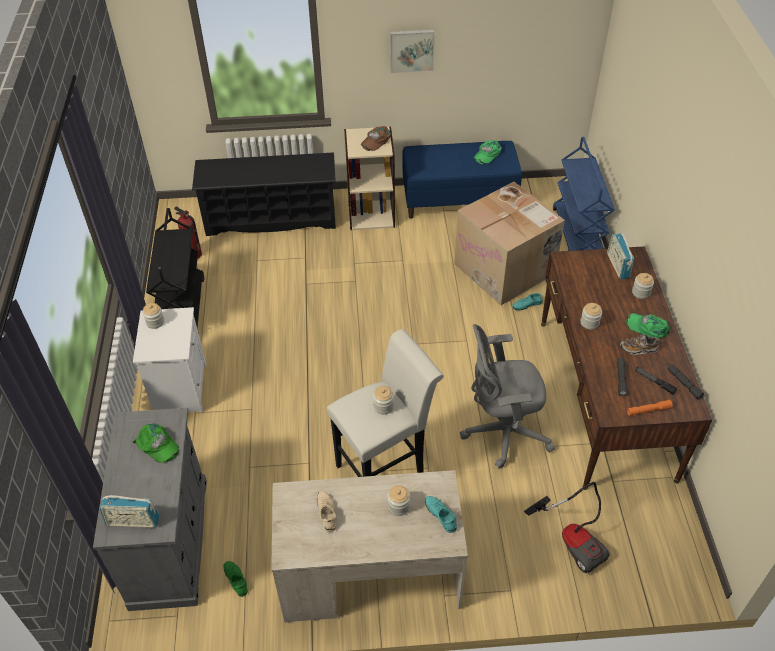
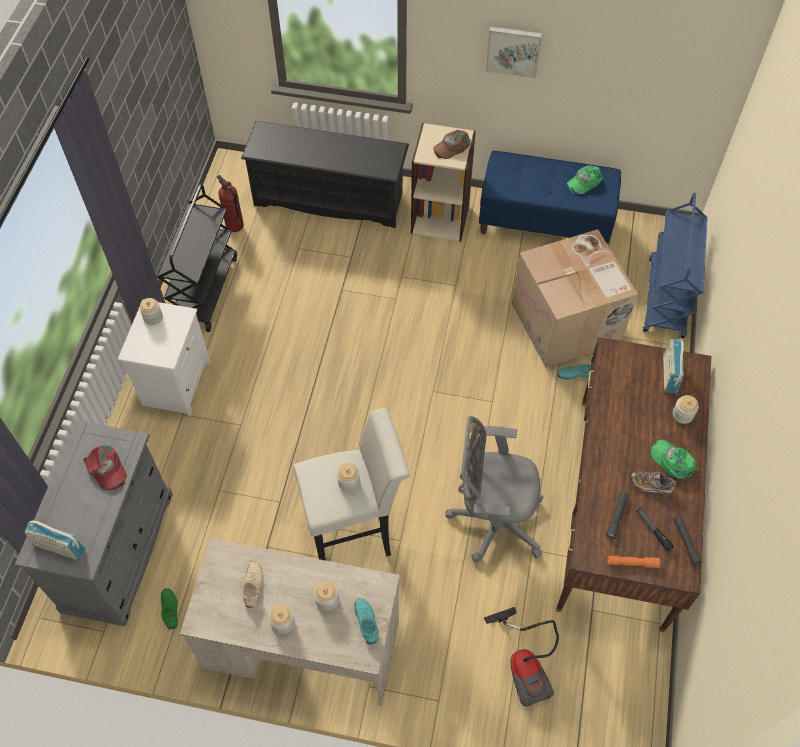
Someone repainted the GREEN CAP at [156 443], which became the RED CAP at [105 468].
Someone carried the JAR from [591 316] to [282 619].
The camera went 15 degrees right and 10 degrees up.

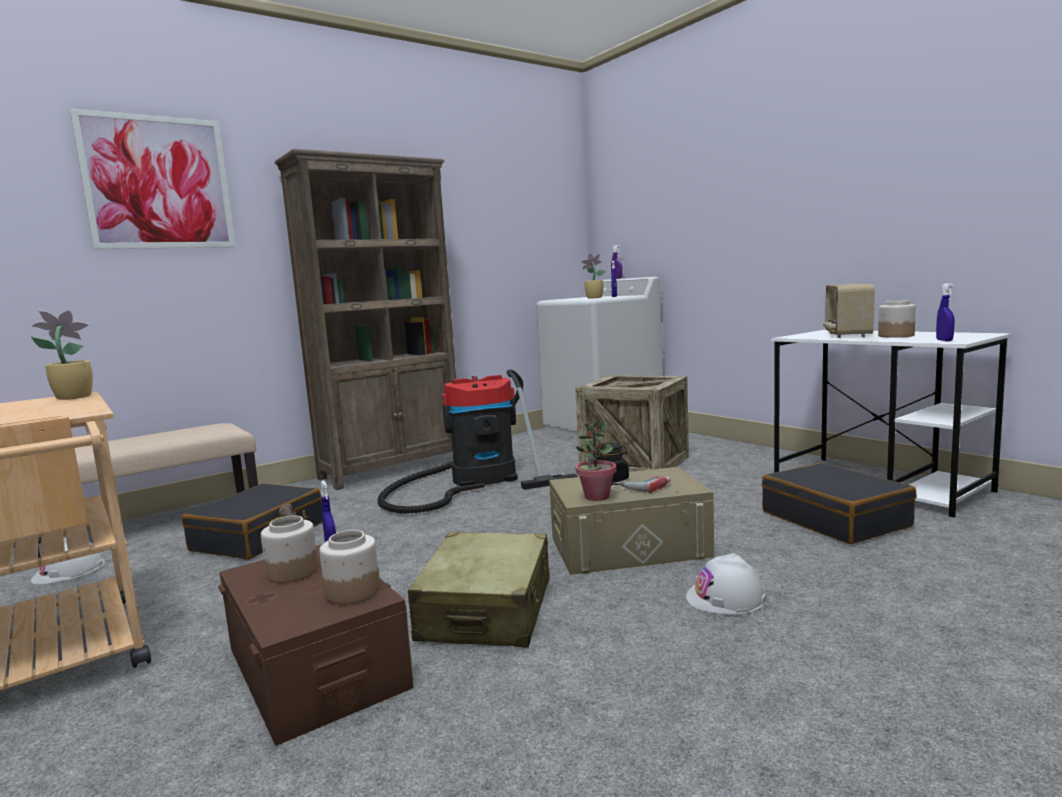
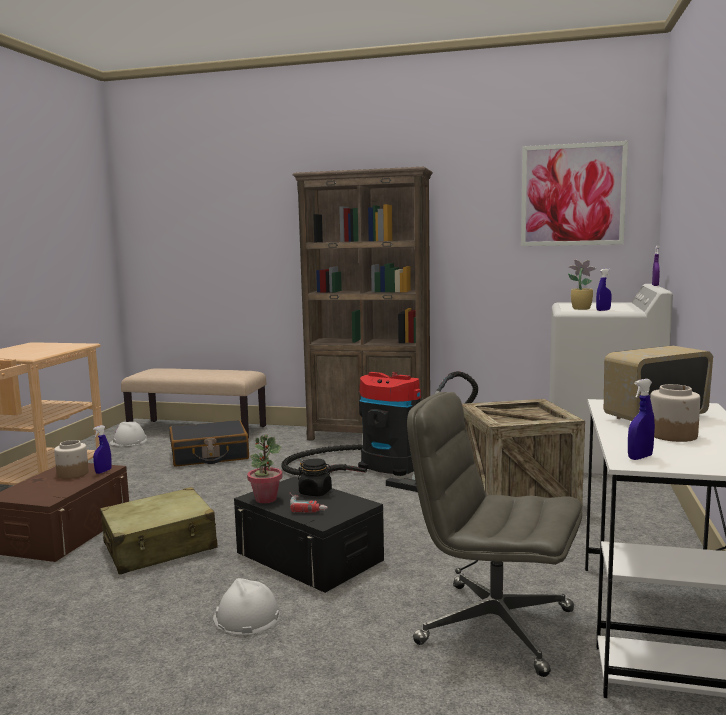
Someone took away the POTTED PLANT at [62 355].
Someone carried the PICTURE from [153 178] to [574 193].
Someone took away the JAR at [350 567].
Someone repainted the BEIGE STORAGE BOX at [631 521], which became the BLACK STORAGE BOX at [309 535].
Someone swapped the BLACK SUITCASE at [839 503] for the GREY OFFICE CHAIR at [494 534].
The camera went 50 degrees right and 0 degrees up.

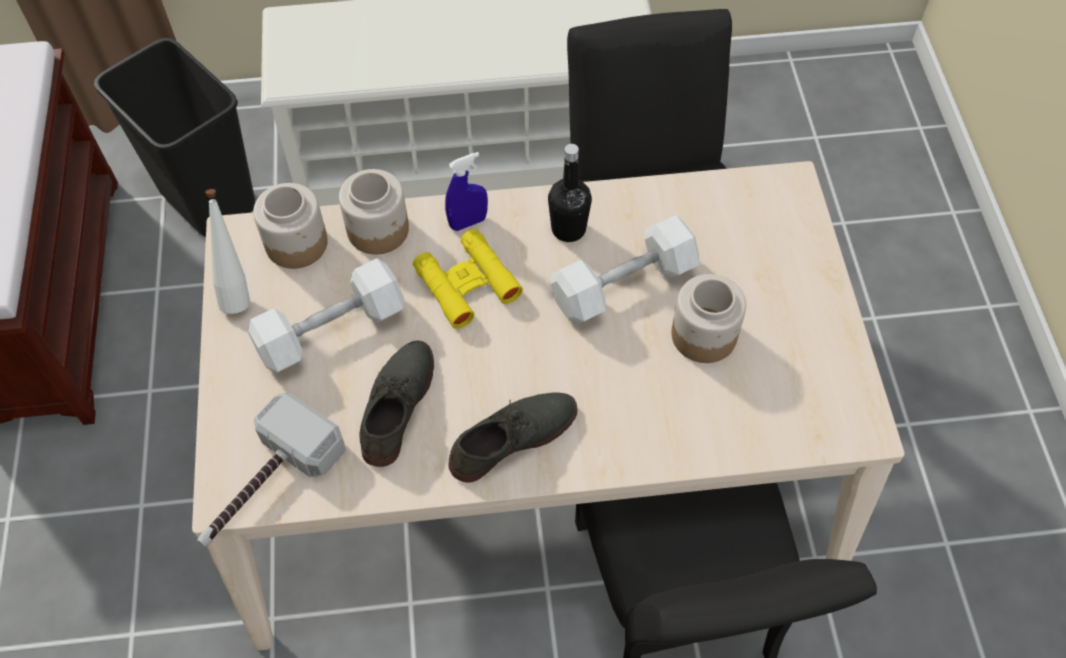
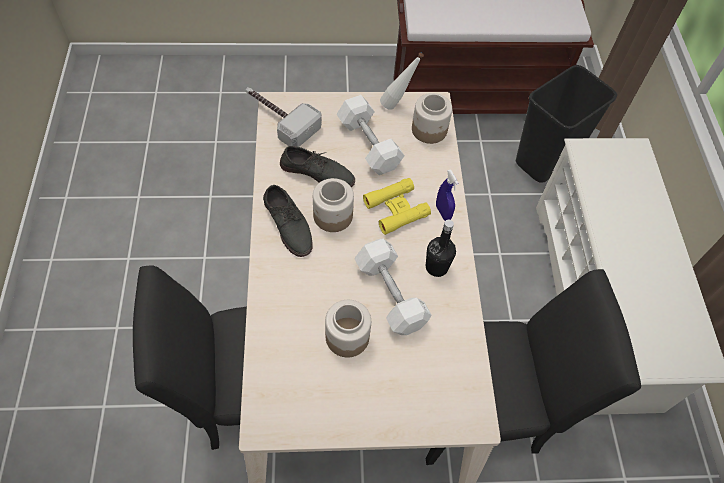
Someone carried the JAR from [374 212] to [333 205].
The camera went 90 degrees right and 0 degrees up.

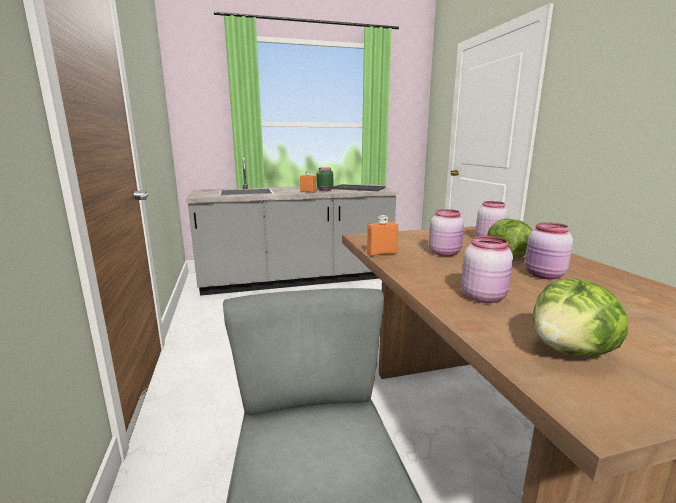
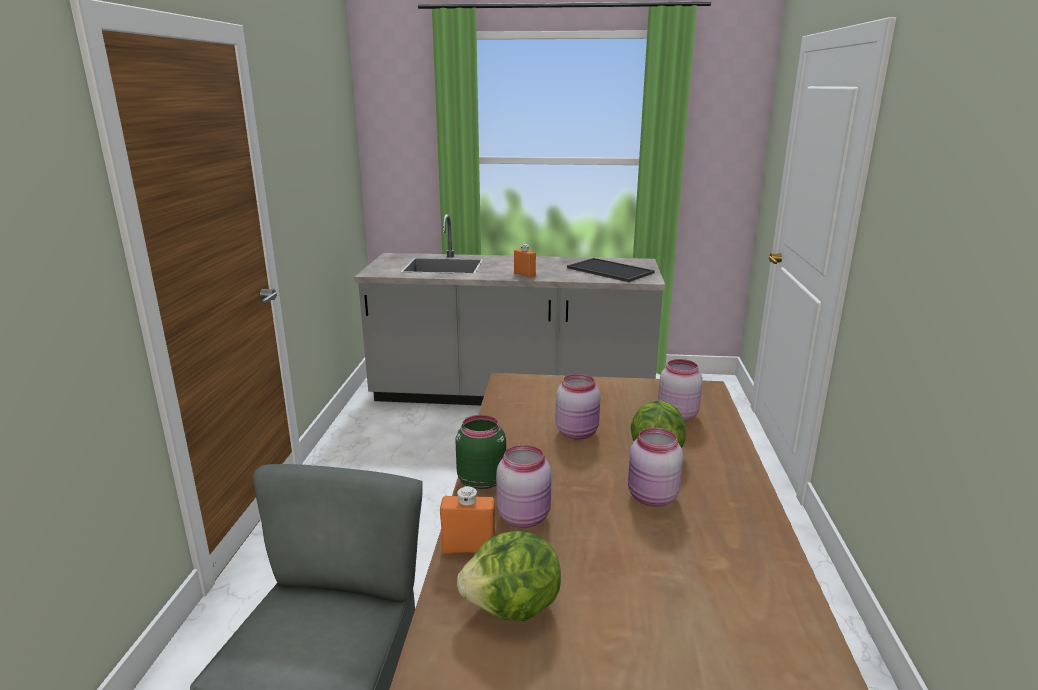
Someone carried the GREEN JAR from [325 179] to [480 452].
Someone carried the ORANGE BOTTLE from [382 235] to [467 520].
The camera went 20 degrees right and 5 degrees up.

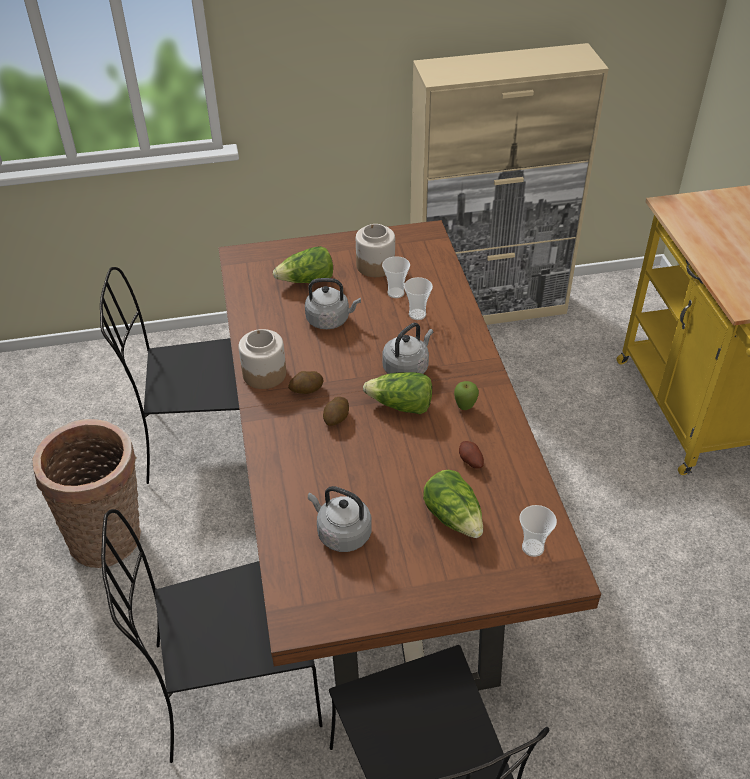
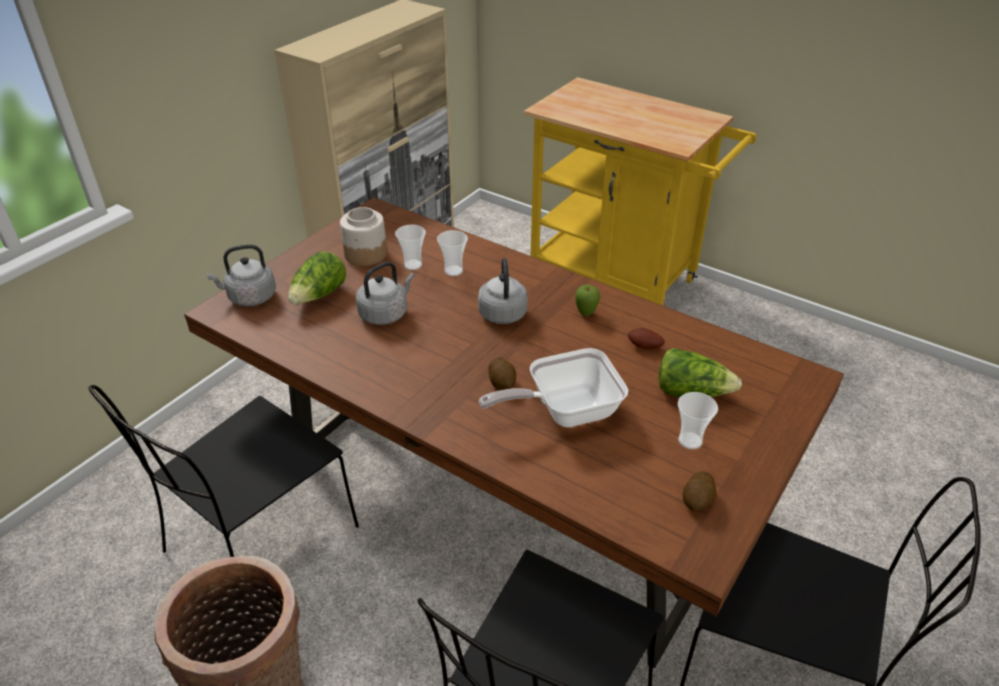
Someone took away the JAR at [262 359].
Someone carried the POTATO from [305 382] to [699 492].
Someone carried the GREY KETTLE from [340 519] to [241 275].
Someone took away the LETTUCE at [397 393].
Someone carried the CUP from [538 531] to [698 420].
Someone put down the FRYING PAN at [553 387].
The camera went 45 degrees left and 5 degrees down.

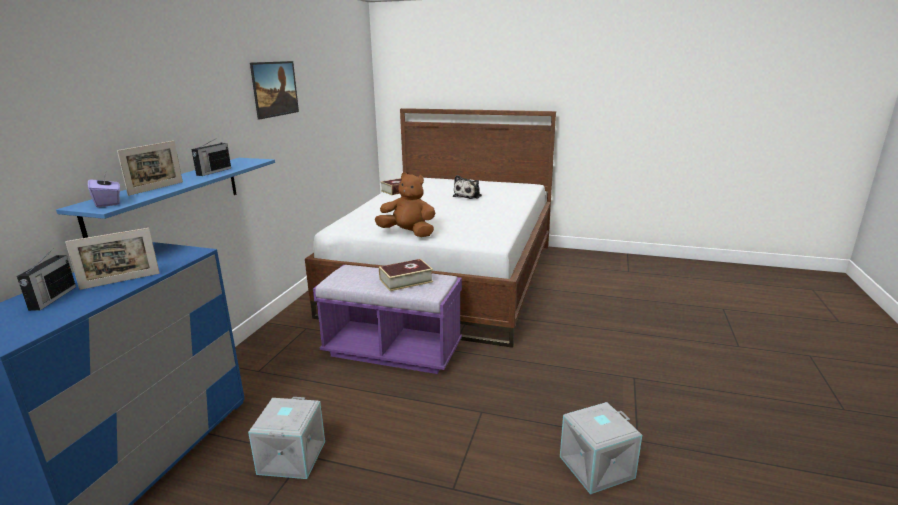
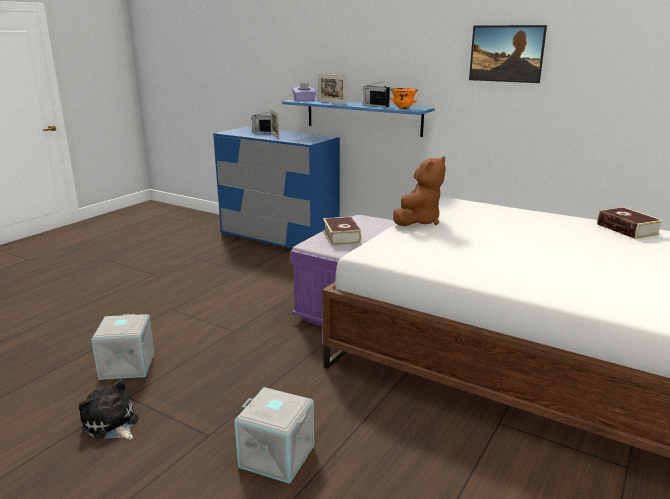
Someone carried the GREY STORAGE BOX from [286 438] to [274 435].
Someone carried the PLUSH TOY from [467 187] to [108 409].
Someone put down the ORANGE BOWL at [404 98].
The camera went 105 degrees right and 0 degrees up.

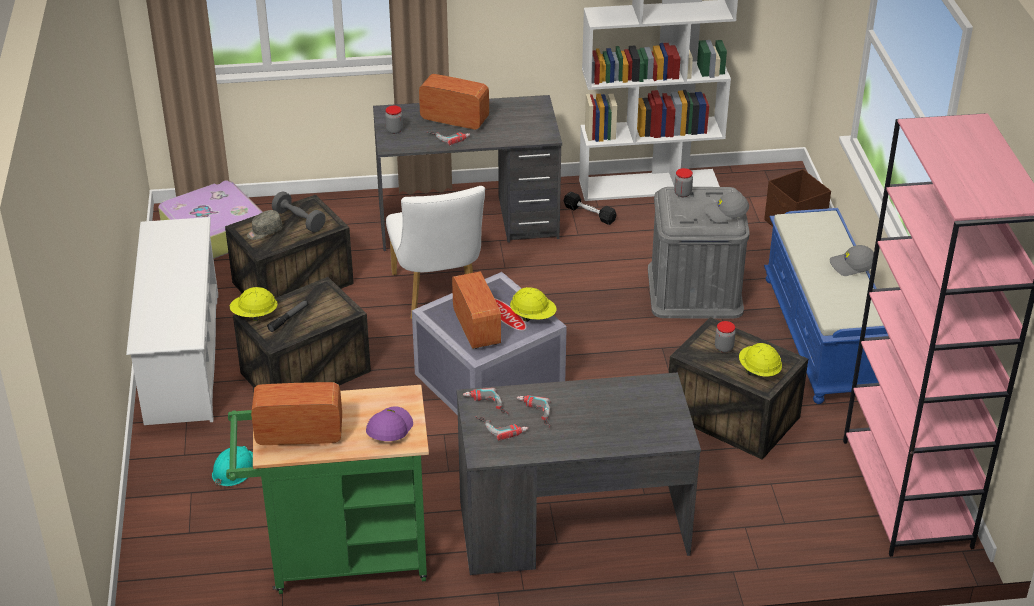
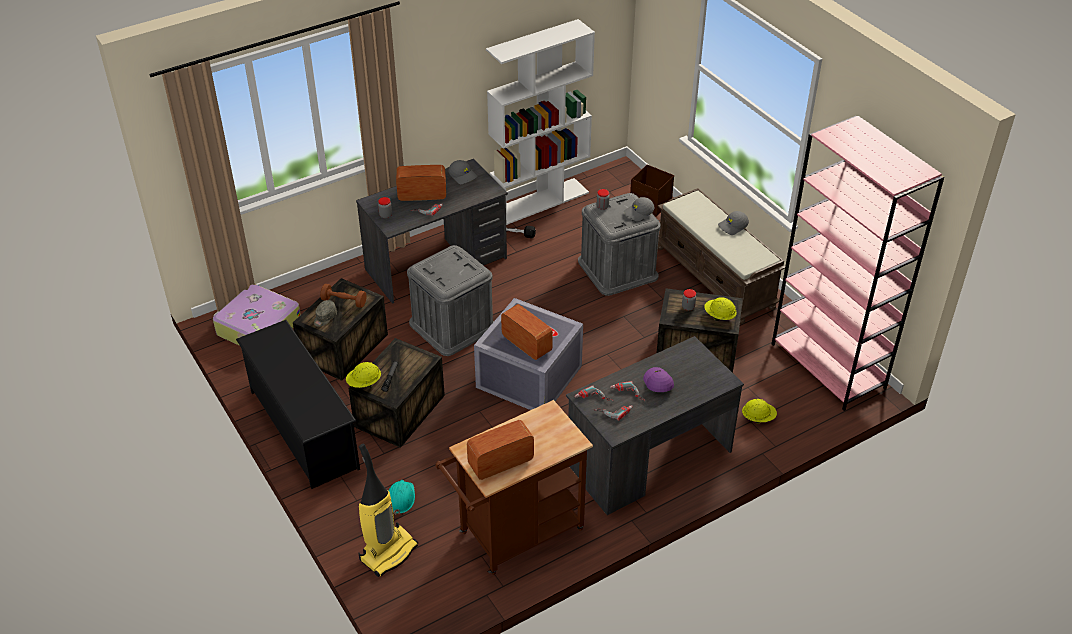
Someone repainted the WHITE SHOE RACK at [172 321], which became the BLACK SHOE RACK at [298 404].
Someone repainted the GREEN CART at [327 489], which became the BROWN CART at [514 487].
Someone repainted the GREY DUMBBELL at [299 211], which became the BROWN DUMBBELL at [343 296].
Someone carried the PURPLE CAP from [389 423] to [658 379].
Someone swapped the WHITE CHAIR at [435 252] for the GREY STORAGE BOX at [450 300].
Someone carried the YELLOW HARD HAT from [533 304] to [759 411].
Someone repainted the BLUE BENCH at [826 306], which became the BROWN BENCH at [721 256].
Someone put down the VACUUM CLEANER at [388 510].
Someone put down the GREY CAP at [463 172].
The camera went 25 degrees left and 5 degrees up.

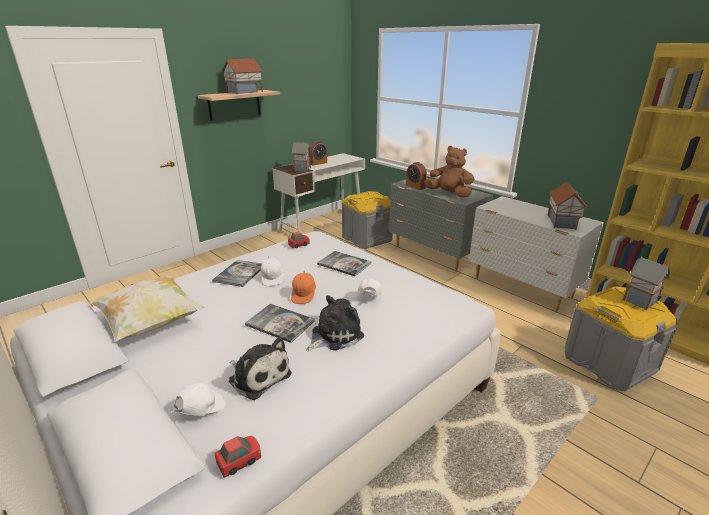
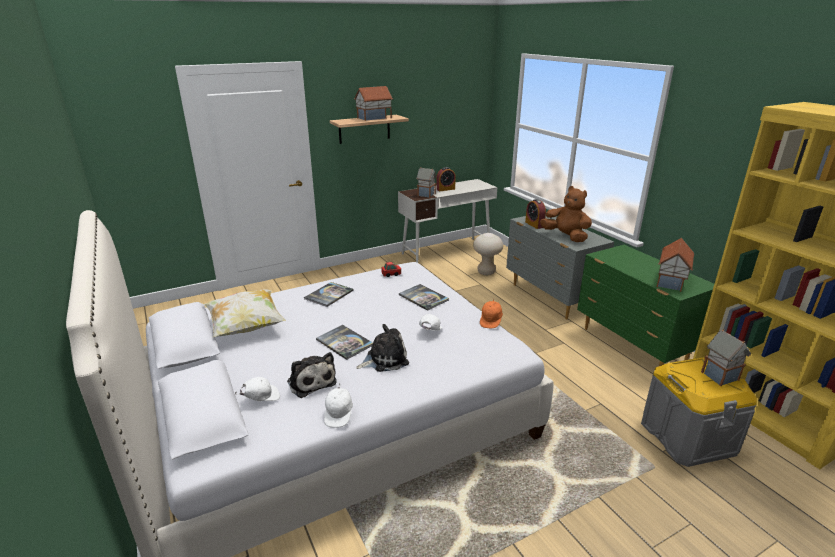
Someone took away the TOY CAR at [238 457].
Someone carried the WHITE CAP from [272 272] to [338 405].
Someone carried the ORANGE CAP from [303 287] to [491 313].
Someone swapped the GREY STORAGE BOX at [367 220] for the BEIGE STOOL at [488 254].
Someone repainted the WHITE DRESSER at [536 253], which became the GREEN DRESSER at [645 305].
The camera went 15 degrees right and 0 degrees up.

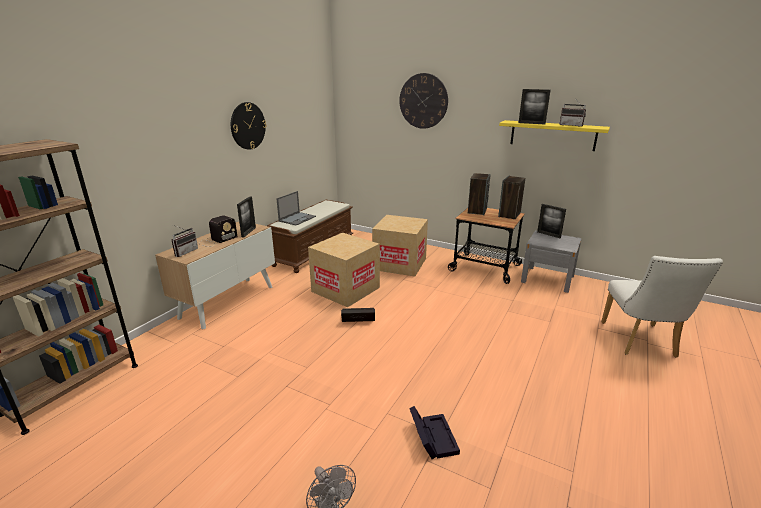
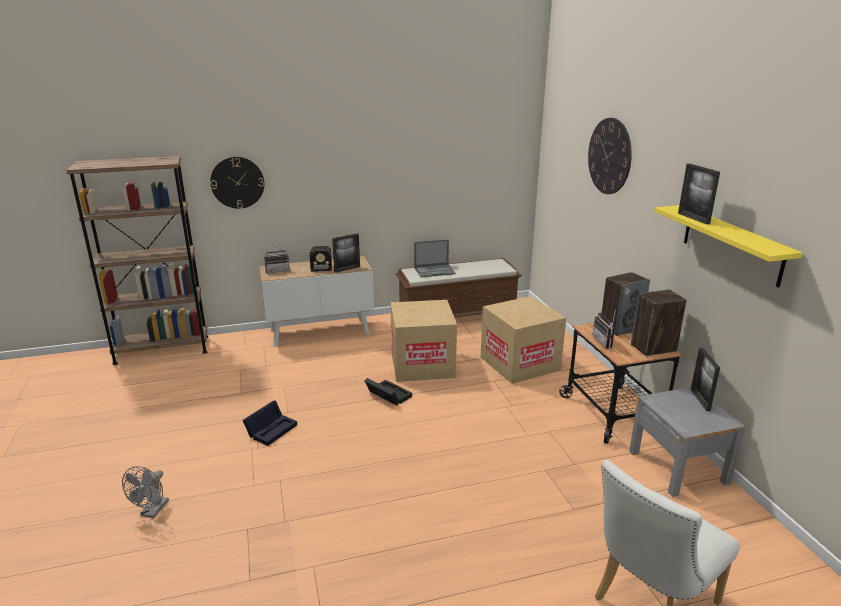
Someone carried the WALL CLOCK from [248 126] to [237 183].
Someone carried the BLACK STORAGE BOX from [434 432] to [270 423].
Someone carried the RADIO from [572 112] to [604 329].
The camera went 45 degrees right and 0 degrees up.

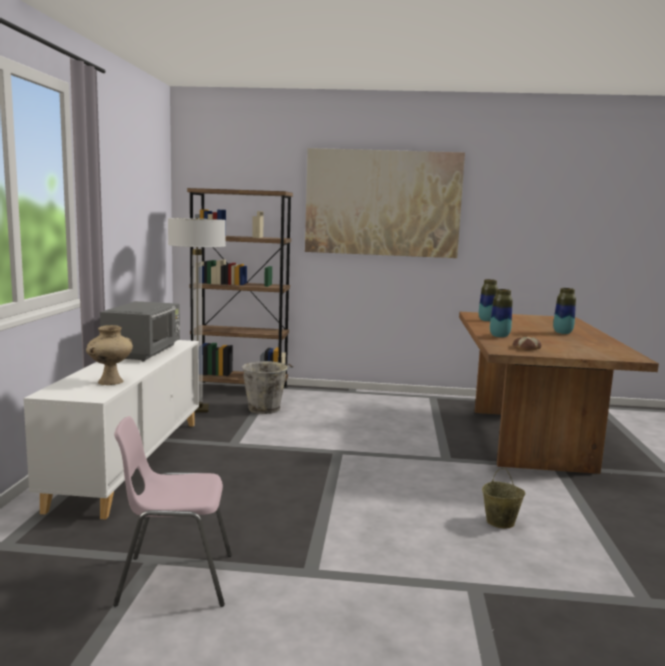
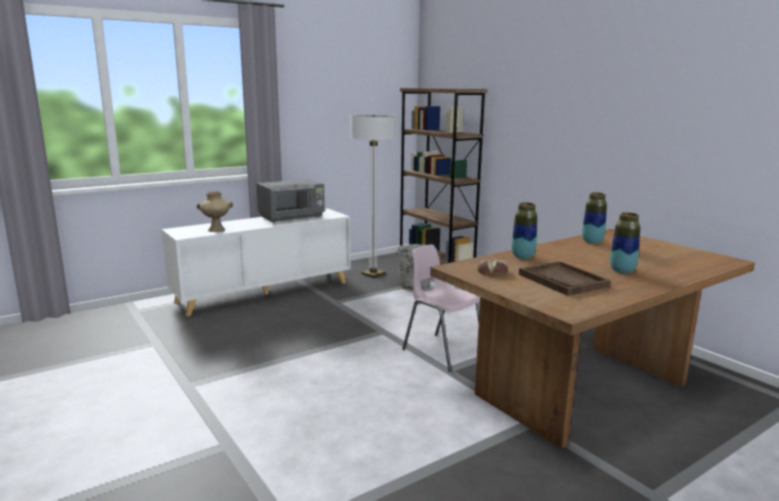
Someone carried the PINK CHAIR from [172 511] to [440 308].
Someone took away the PICTURE at [385 203].
Someone took away the BEIGE BUCKET at [503 498].
Someone put down the BROWN TRAY at [565 278].
The camera went 50 degrees right and 5 degrees up.

